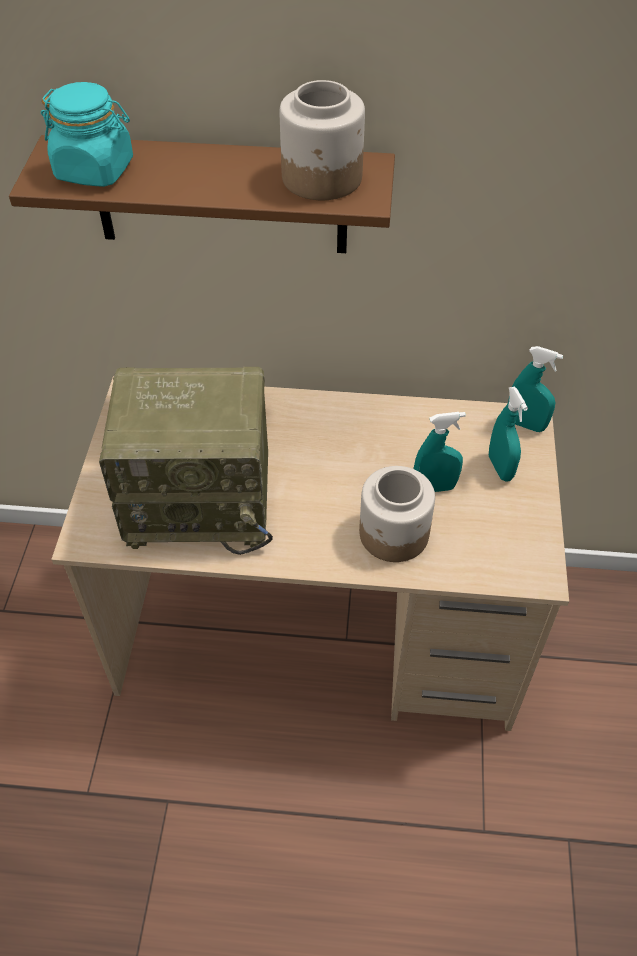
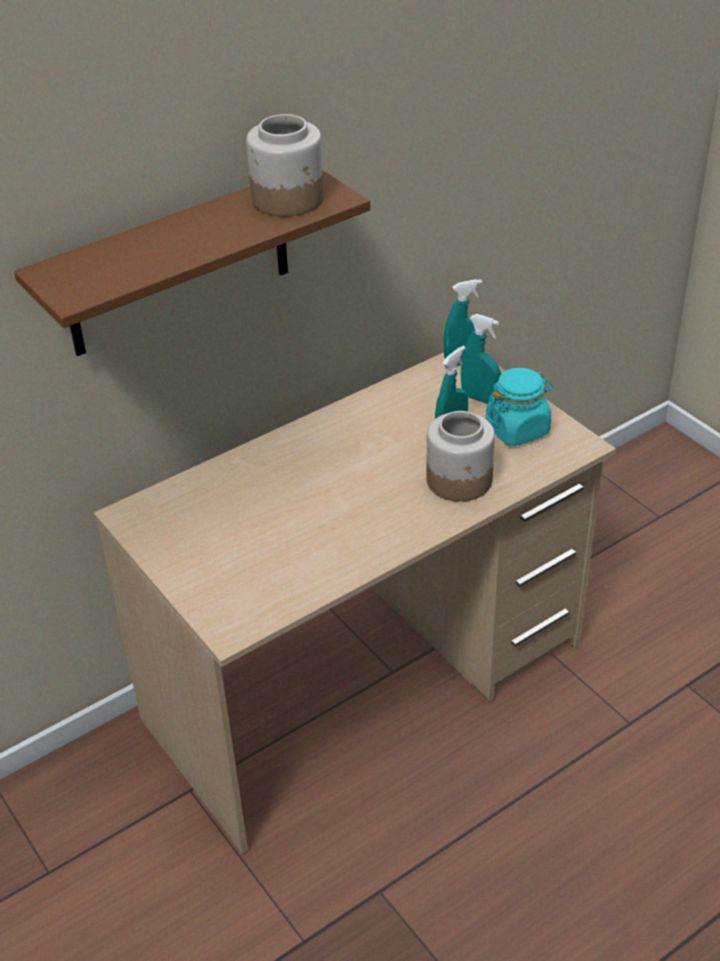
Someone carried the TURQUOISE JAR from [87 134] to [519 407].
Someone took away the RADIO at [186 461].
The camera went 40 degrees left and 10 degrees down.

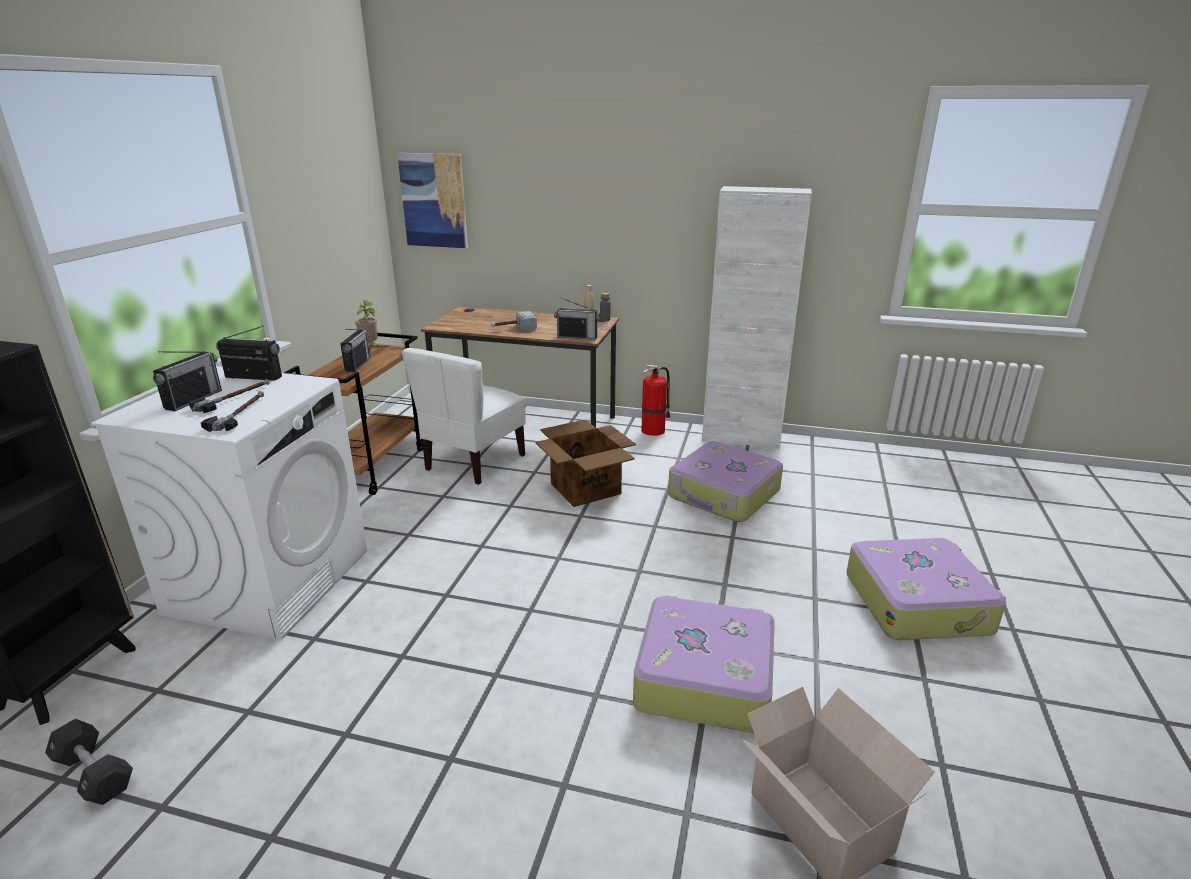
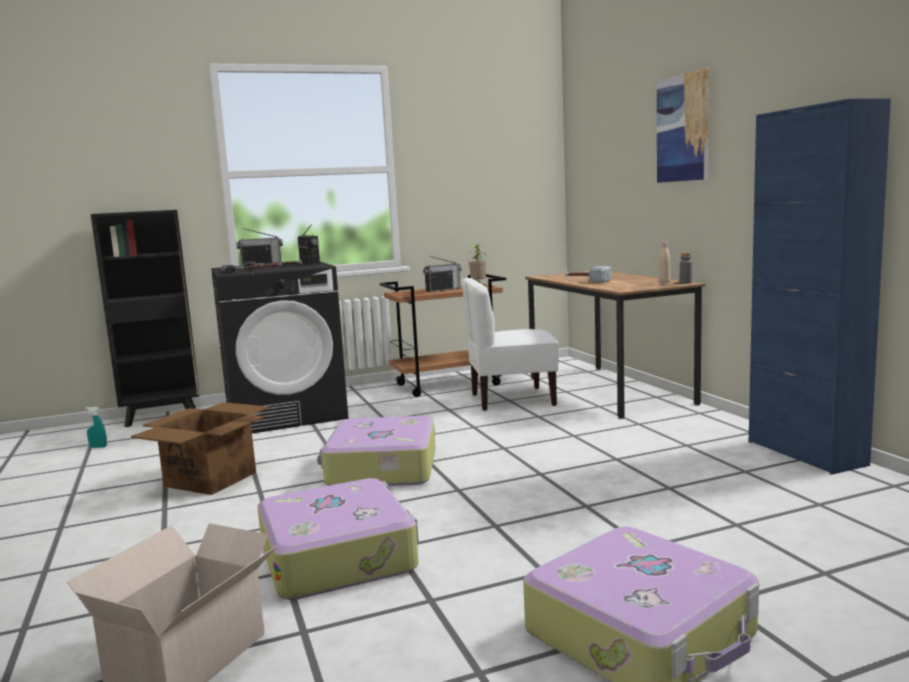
Someone swapped the BLACK DUMBBELL at [89 762] for the TURQUOISE SPRAY BOTTLE at [96 427].
Someone repainted the WHITE WASHING MACHINE at [229 503], which became the BLACK WASHING MACHINE at [279 347].
Someone carried the PICTURE from [432 200] to [683 125].
Someone carried the CARDBOARD BOX from [585 463] to [200 448].
Someone took away the RADIO at [577 319].
Someone took away the FIRE EXTINGUISHER at [655 400].
Someone carried the SUITCASE from [725 481] to [376 451].
Someone repainted the WHITE CABINET at [757 317], which became the BLUE CABINET at [820 286].
The camera went 55 degrees right and 15 degrees down.

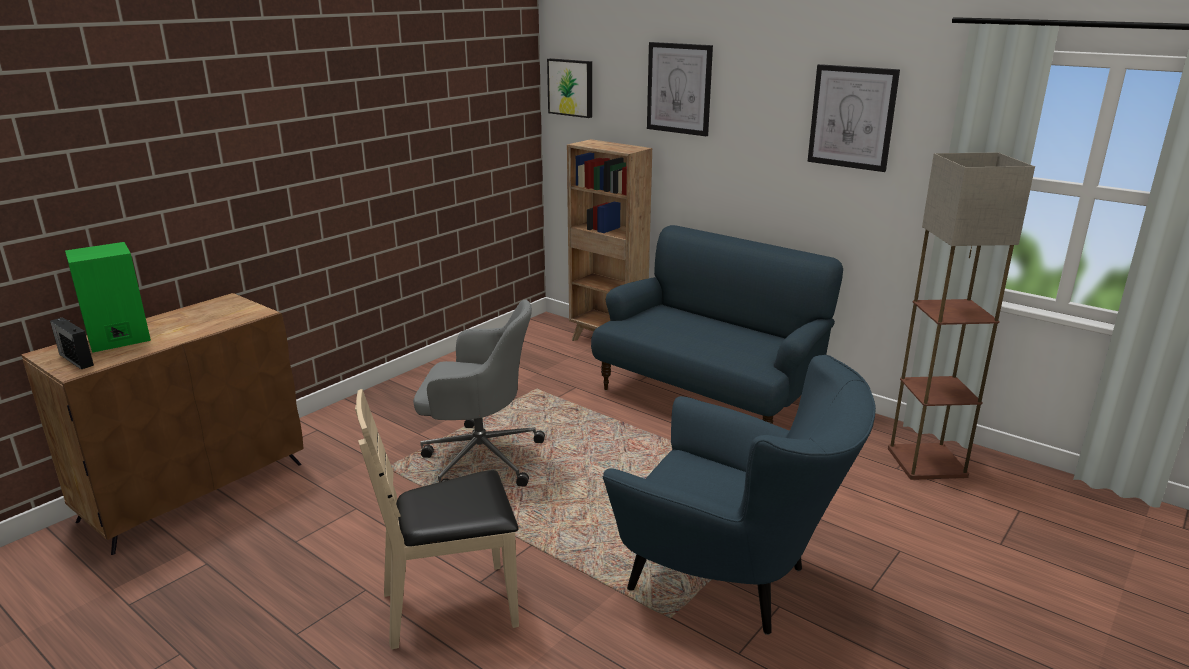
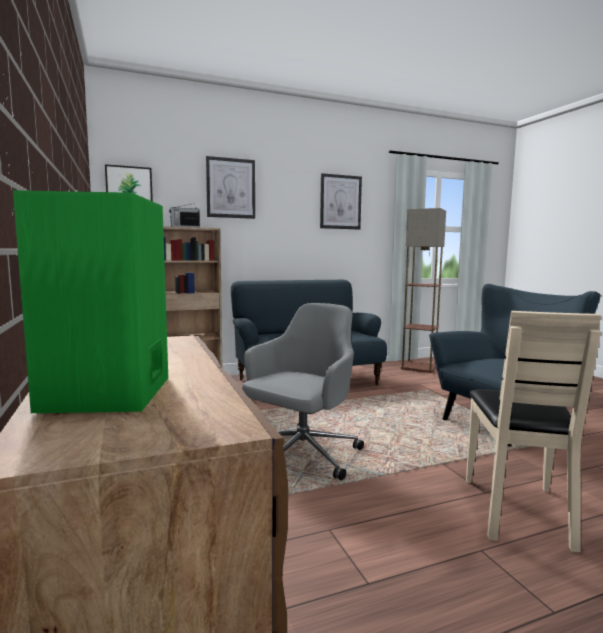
Someone carried the RADIO from [72 343] to [184 215].
The camera went 60 degrees left and 15 degrees down.

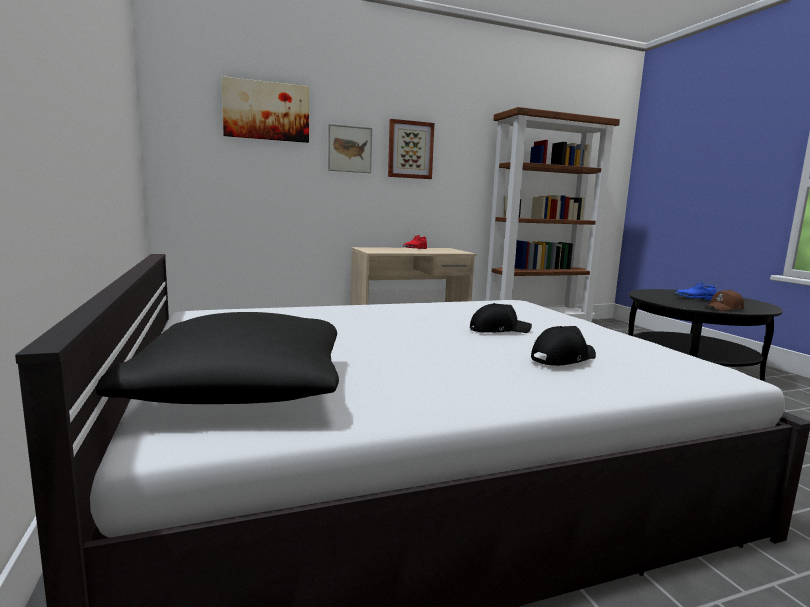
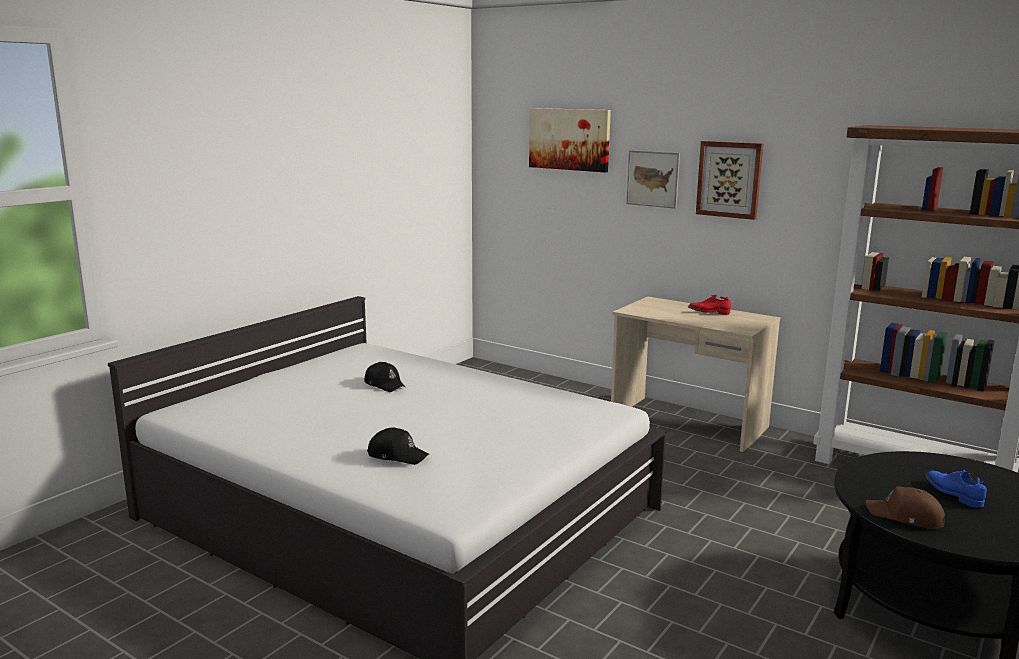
Someone took away the BLACK PILLOW at [217 358].
Someone carried the BLACK CAP from [501 318] to [385 377].
The camera went 55 degrees right and 5 degrees up.

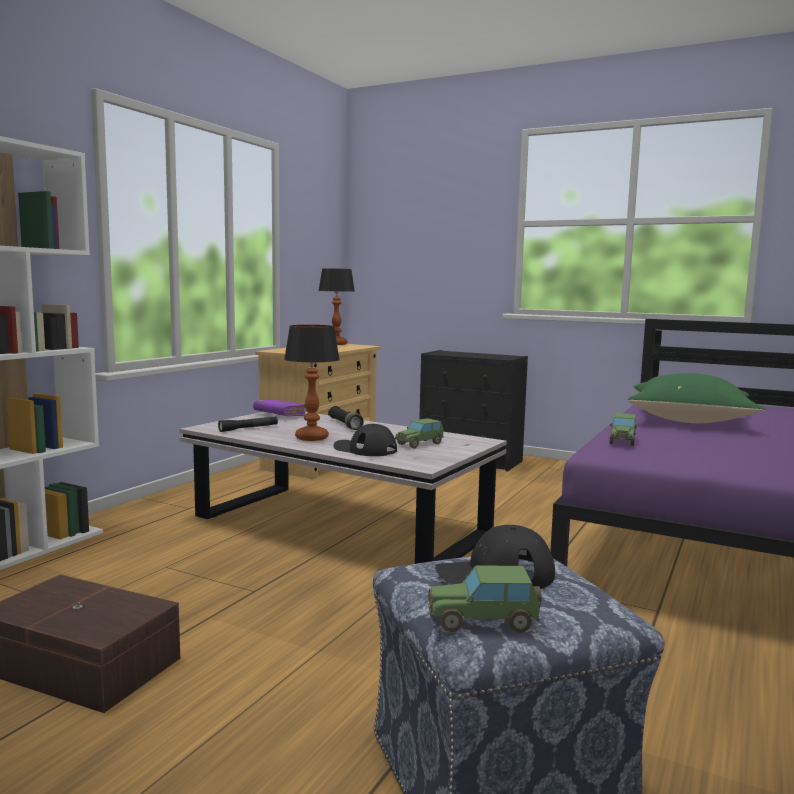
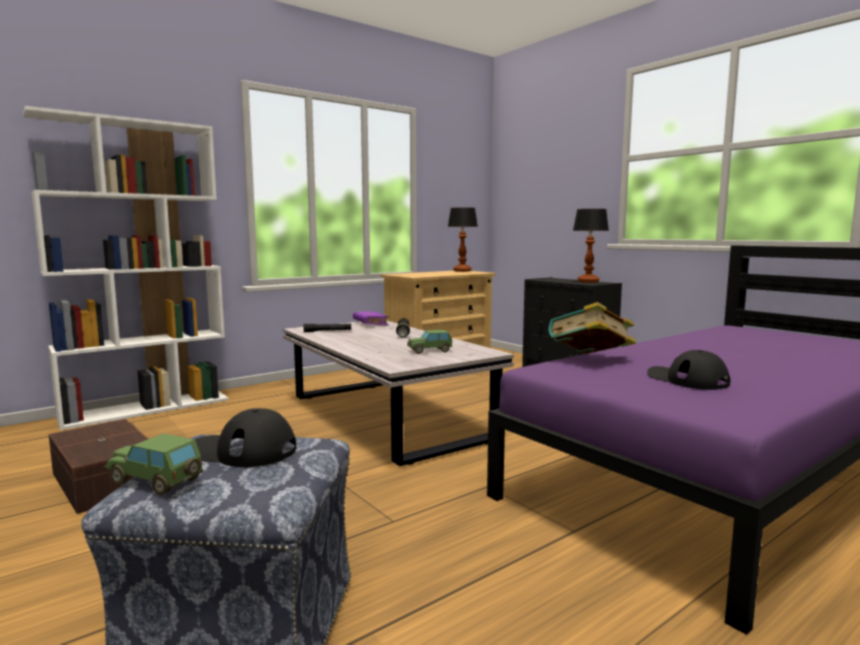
Someone carried the TABLE LAMP from [312 383] to [591 246].
Someone carried the BLACK CAP from [365 440] to [688 370].
Someone swapped the TOY CAR at [623 429] for the BOOK at [592 328].
Someone took away the GREEN PILLOW at [696 398].
The camera went 25 degrees right and 0 degrees up.

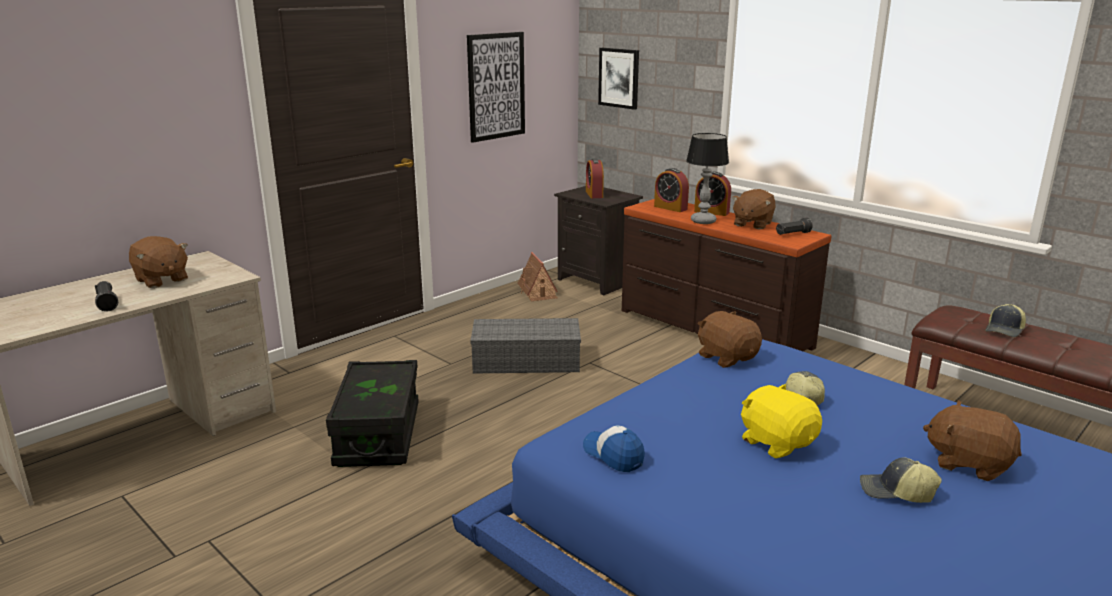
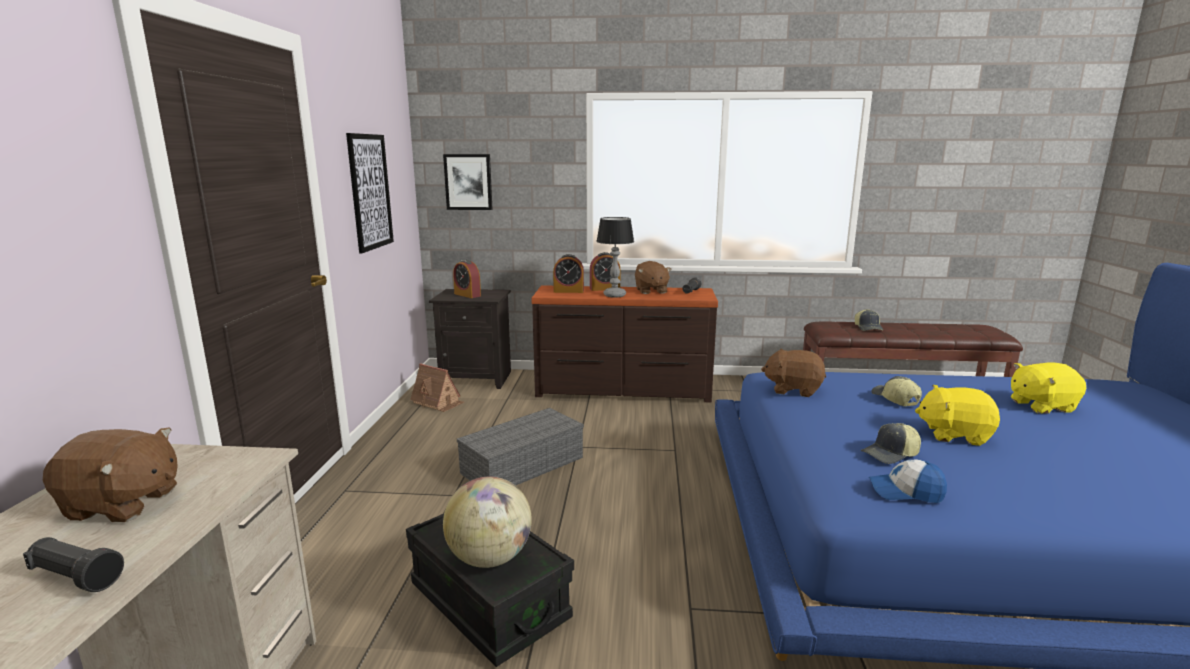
Someone carried the CAP from [901 480] to [891 443].
Someone repainted the BROWN PLUSH TOY at [972 440], which became the YELLOW PLUSH TOY at [1048 388].
Someone put down the GLOBE at [487 522].
The camera went 40 degrees left and 5 degrees down.

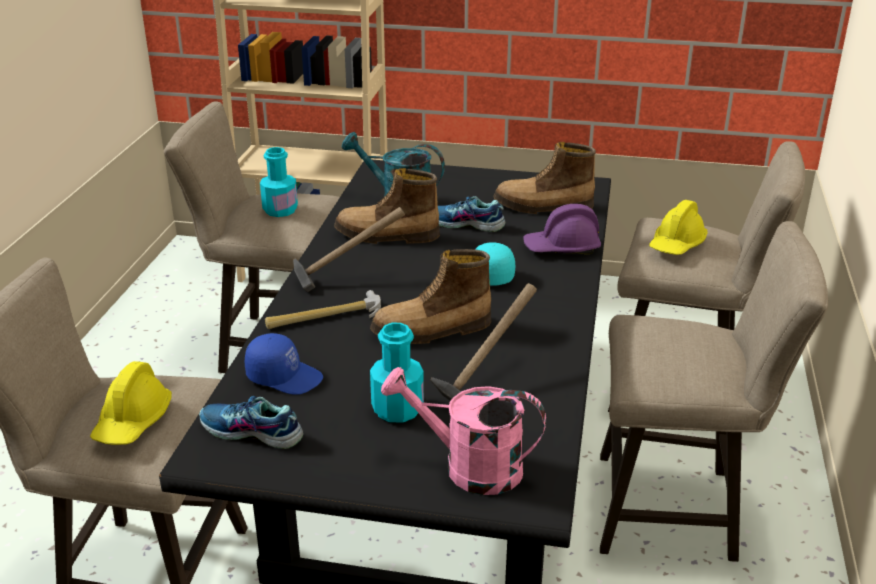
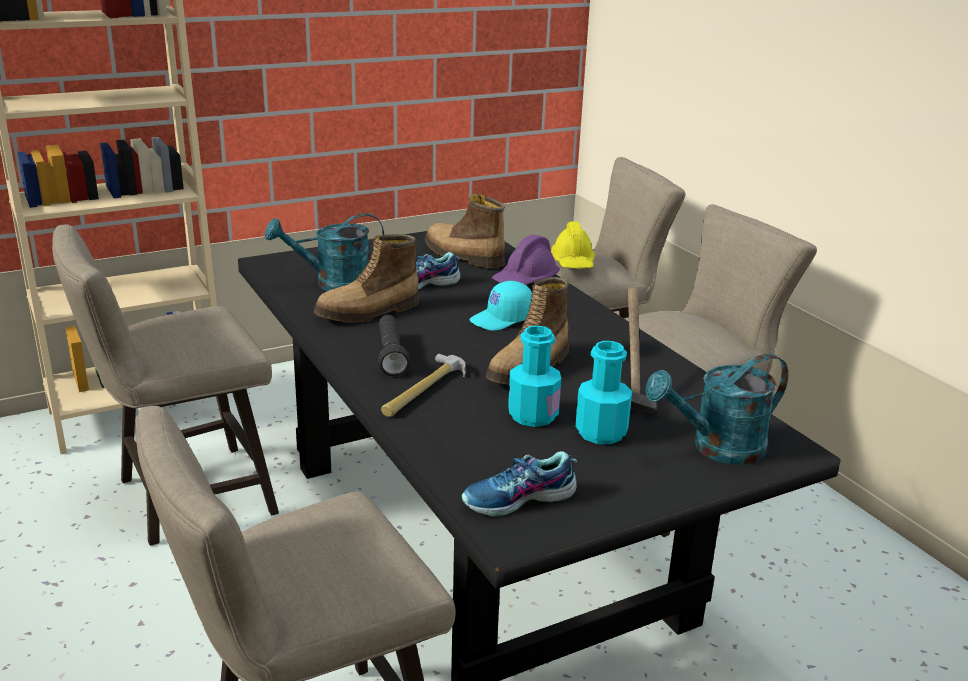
Someone took away the YELLOW HARD HAT at [131 403].
Someone took away the BLUE CAP at [284 364].
Someone carried the TURQUOISE BOTTLE from [279 182] to [534 376].
Someone swapped the HAMMER at [349 249] for the BLACK FLASHLIGHT at [394 345].
Someone repainted the PINK WATERING CAN at [463 431], which became the TURQUOISE WATERING CAN at [716 409].
Someone rotated the BOOT at [544 178] by 75 degrees clockwise.
The camera went 40 degrees left and 5 degrees down.

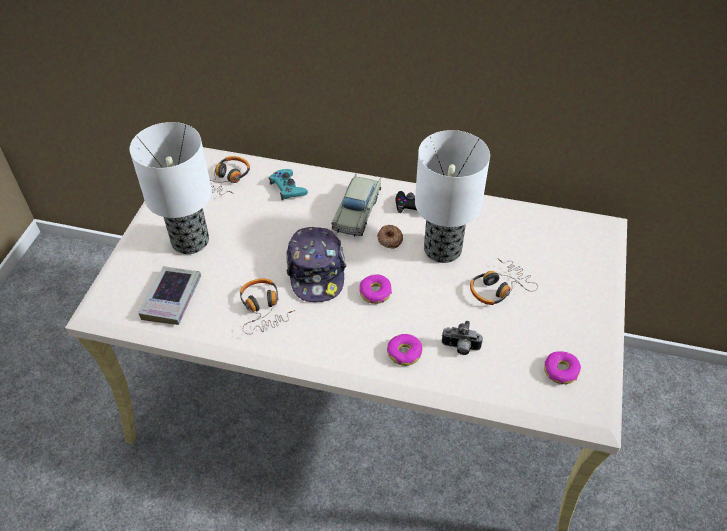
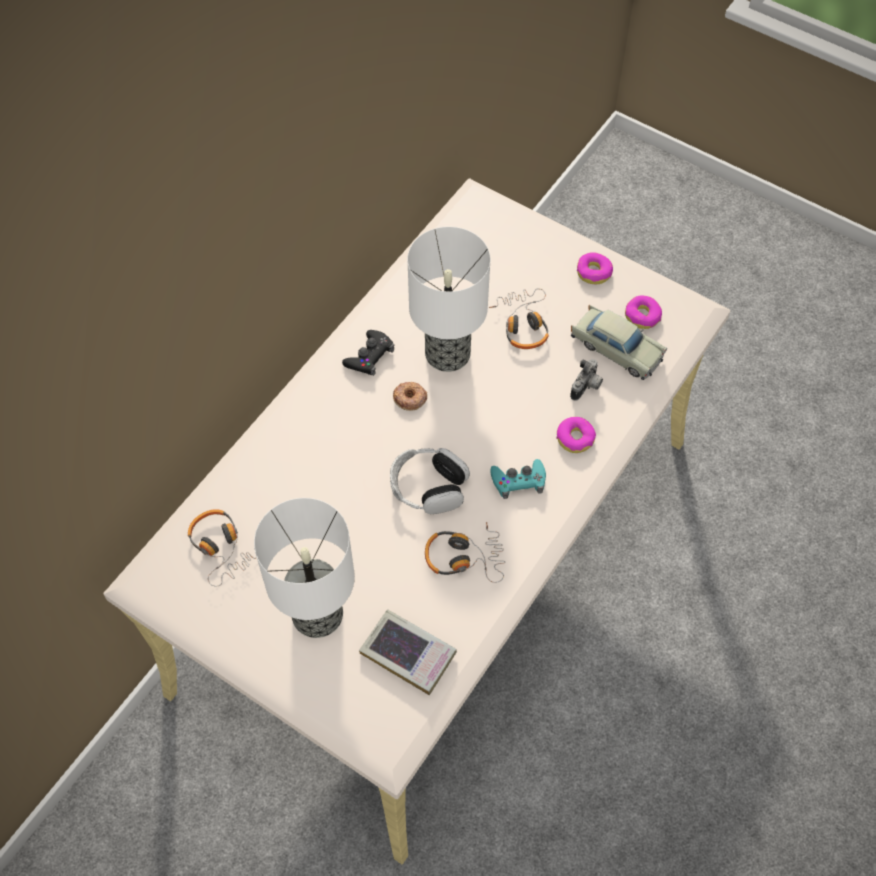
Someone carried the TURQUOISE GAME CONTROLLER from [288 184] to [518 479].
Someone swapped the CAP at [316 264] for the HEADPHONES at [430 481].
Someone carried the BEIGE TOY CAR from [356 205] to [619 342].
Someone carried the DONUT from [376 289] to [595 268].
The camera went 70 degrees left and 10 degrees up.

